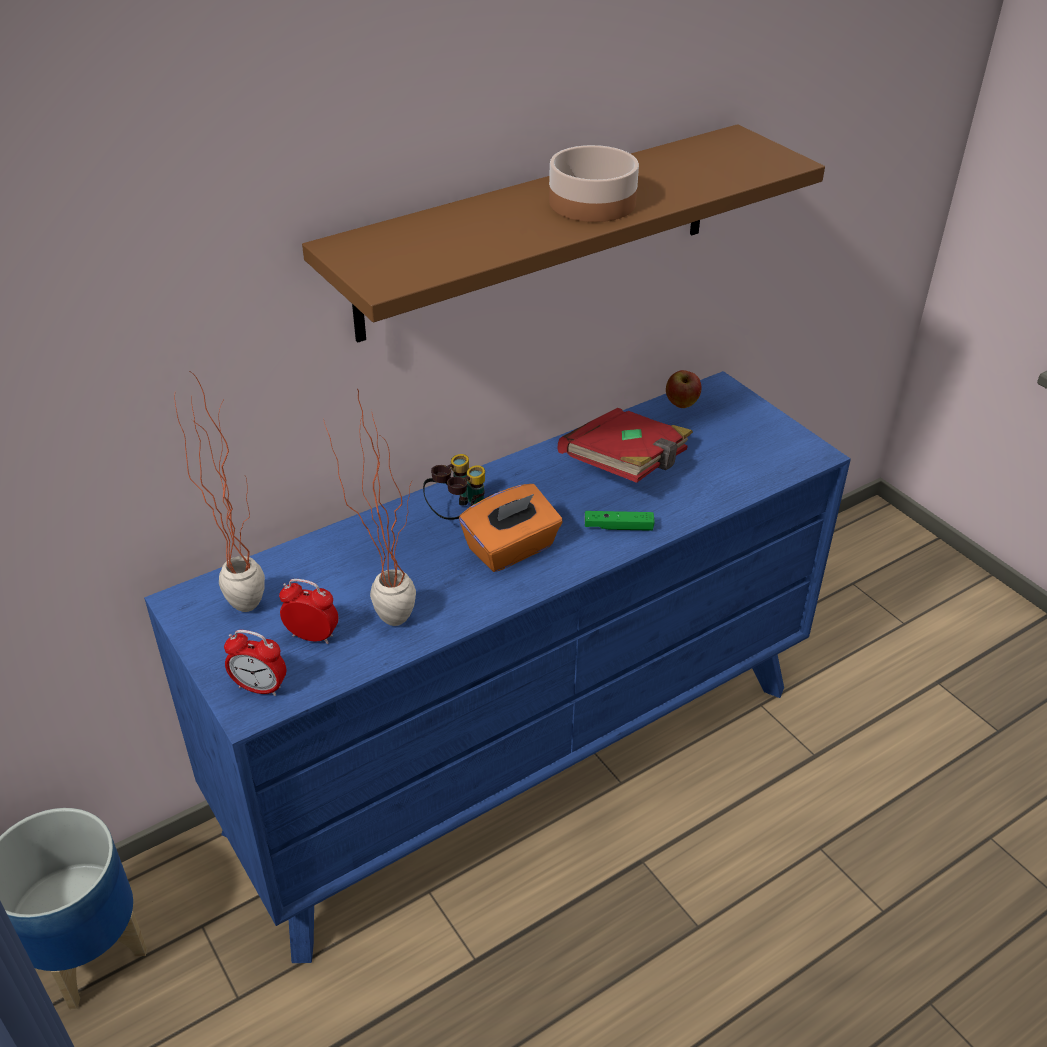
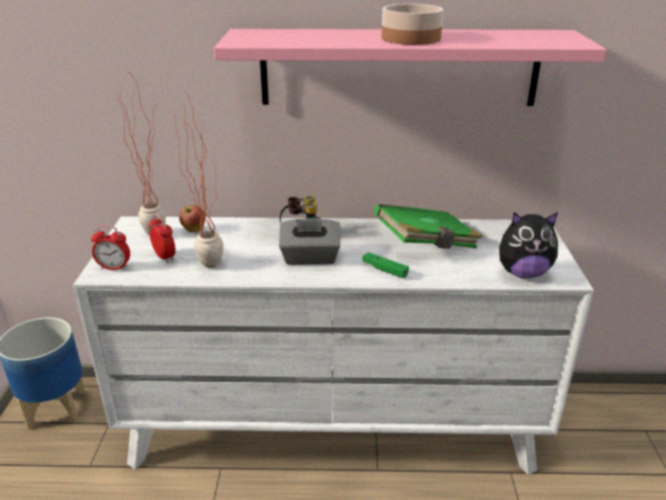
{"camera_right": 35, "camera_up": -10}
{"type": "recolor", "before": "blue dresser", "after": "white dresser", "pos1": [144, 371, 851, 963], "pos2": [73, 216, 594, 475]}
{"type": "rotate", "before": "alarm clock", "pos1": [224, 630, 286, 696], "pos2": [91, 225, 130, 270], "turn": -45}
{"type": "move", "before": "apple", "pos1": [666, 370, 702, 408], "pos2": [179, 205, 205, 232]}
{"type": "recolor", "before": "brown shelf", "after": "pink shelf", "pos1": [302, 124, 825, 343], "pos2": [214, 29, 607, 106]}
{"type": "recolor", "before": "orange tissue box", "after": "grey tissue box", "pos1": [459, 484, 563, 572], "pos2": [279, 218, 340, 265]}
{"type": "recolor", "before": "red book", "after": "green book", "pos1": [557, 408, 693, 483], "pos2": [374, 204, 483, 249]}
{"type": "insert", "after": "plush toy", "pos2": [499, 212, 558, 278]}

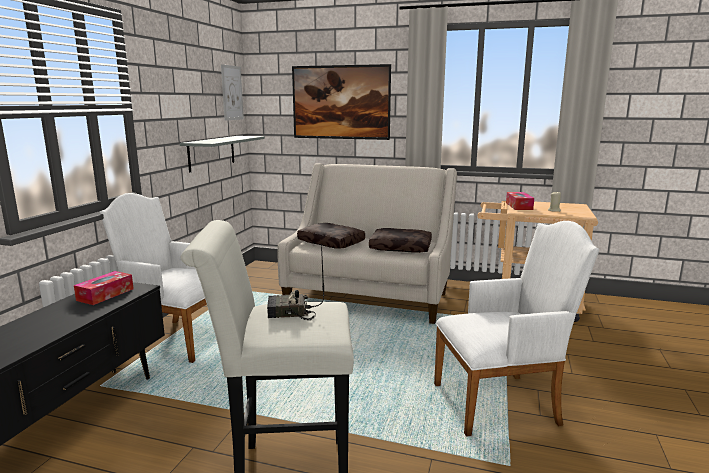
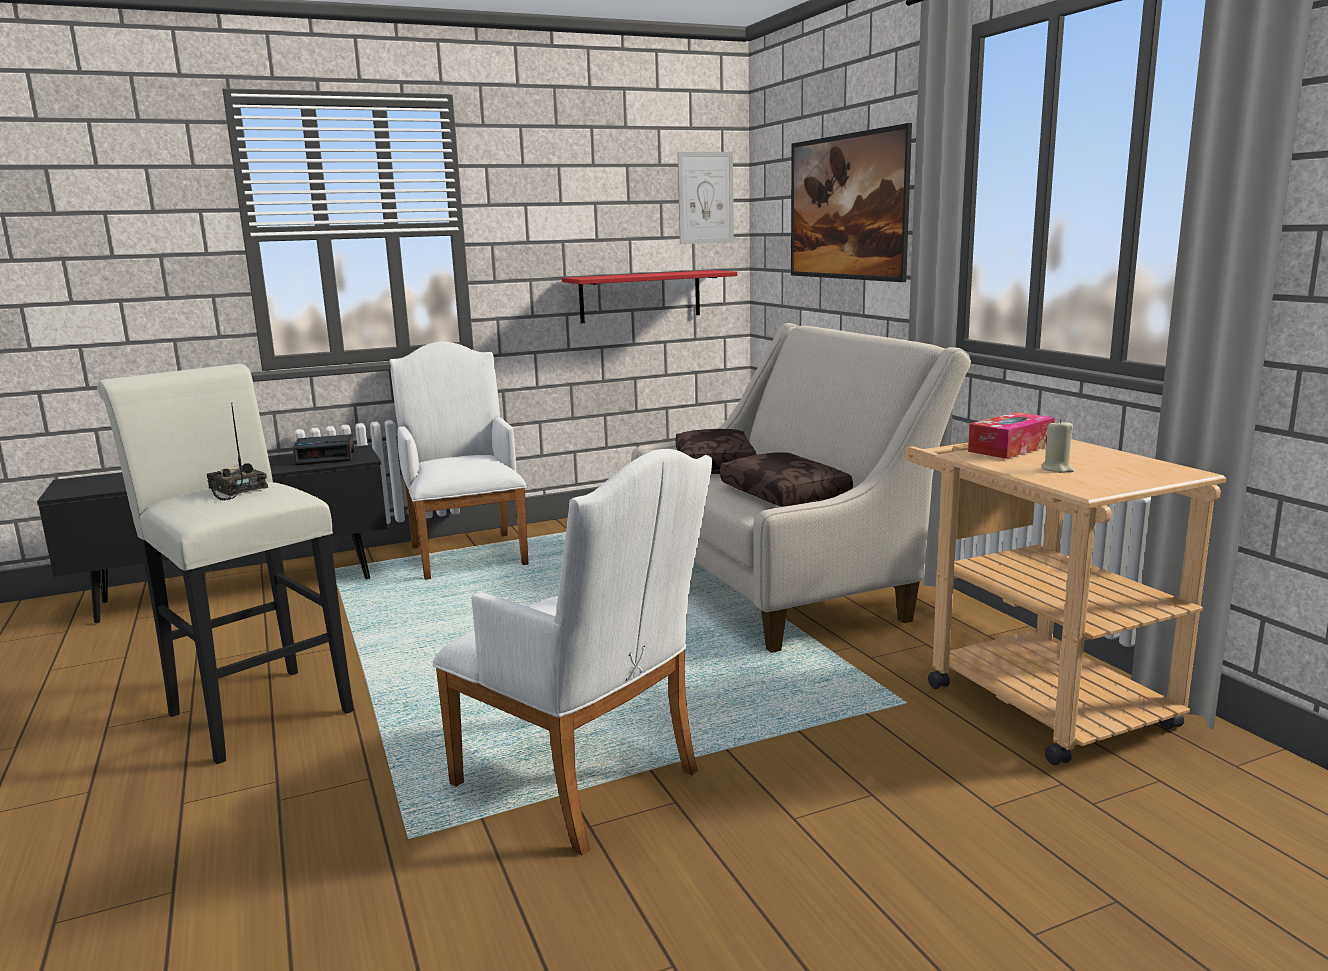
{"camera_right": 50, "camera_up": 0}
{"type": "replace", "before": "tissue box", "after": "alarm clock", "pos1": [74, 271, 134, 305], "pos2": [293, 434, 354, 465]}
{"type": "recolor", "before": "grey shelf", "after": "red shelf", "pos1": [180, 136, 265, 172], "pos2": [562, 270, 737, 323]}

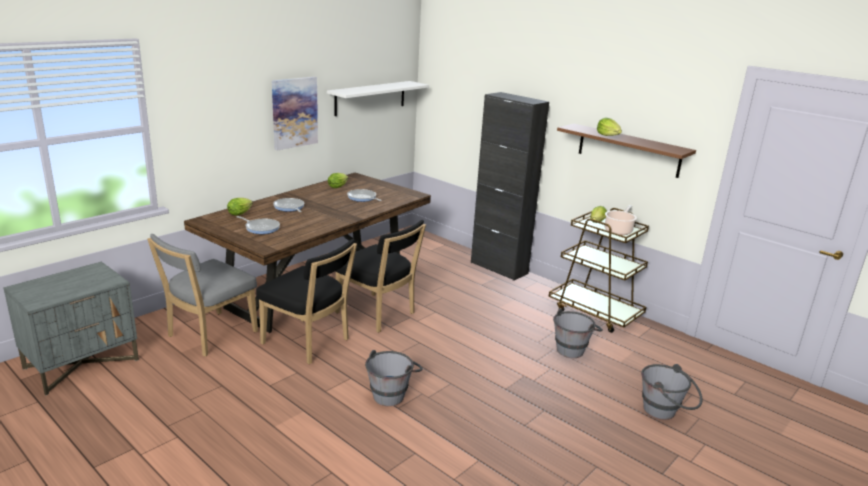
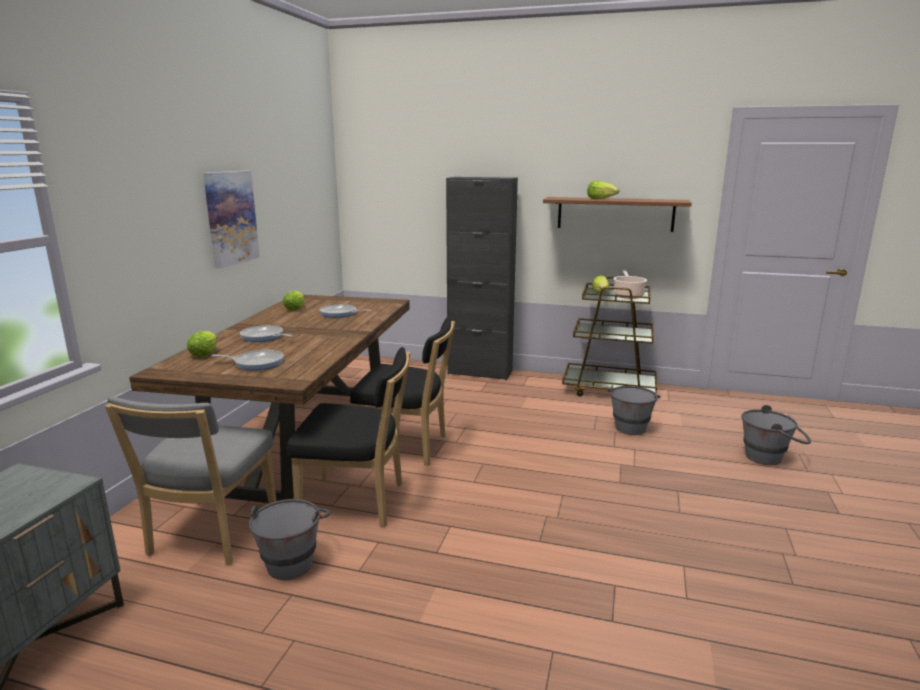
{"camera_right": -25, "camera_up": -5}
{"type": "move", "before": "grey bucket", "pos1": [365, 350, 422, 406], "pos2": [249, 499, 330, 580]}
{"type": "delete", "before": "white shelf", "pos1": [327, 81, 429, 116]}

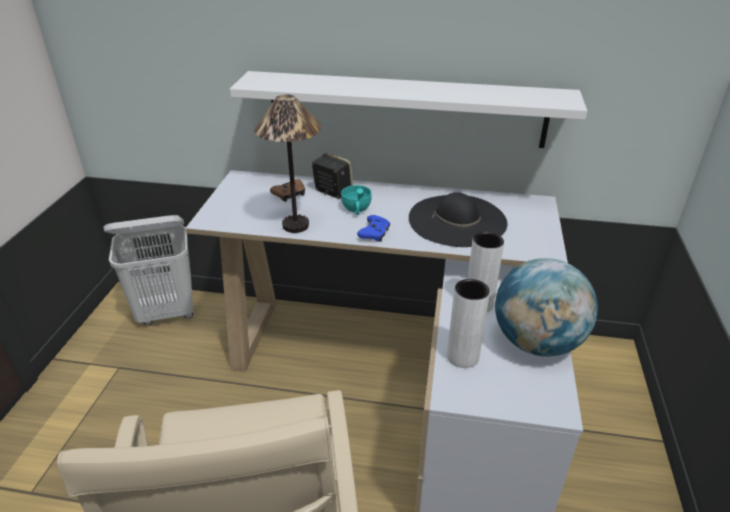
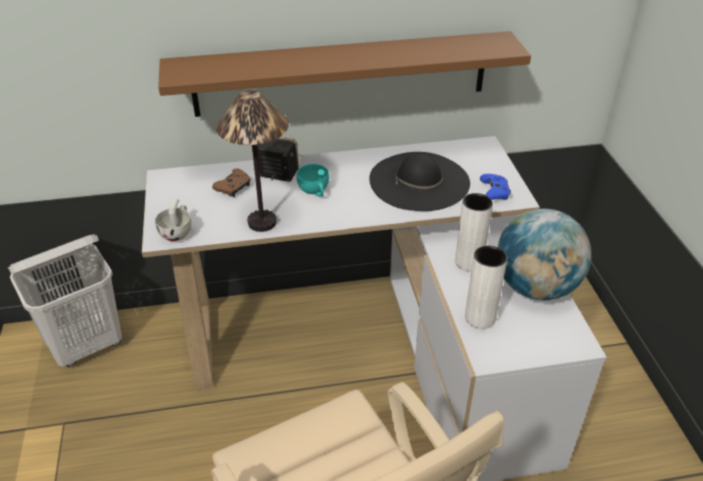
{"camera_right": -20, "camera_up": 5}
{"type": "insert", "after": "white cup", "pos2": [155, 198, 192, 241]}
{"type": "recolor", "before": "white shelf", "after": "brown shelf", "pos1": [230, 71, 587, 148], "pos2": [158, 31, 531, 117]}
{"type": "move", "before": "blue game controller", "pos1": [357, 215, 390, 242], "pos2": [480, 174, 511, 200]}

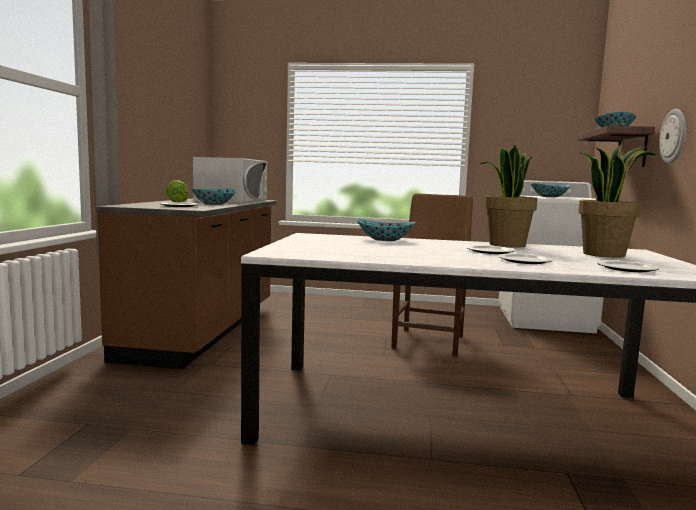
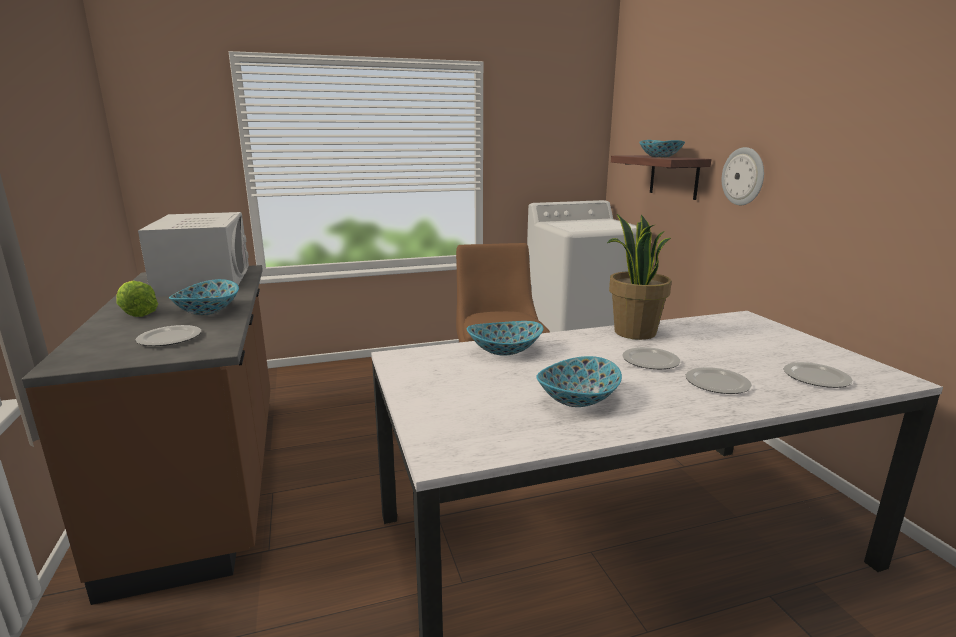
{"camera_right": -25, "camera_up": 10}
{"type": "move", "before": "bowl", "pos1": [531, 183, 571, 197], "pos2": [536, 356, 622, 407]}
{"type": "delete", "before": "potted plant", "pos1": [578, 143, 656, 258]}

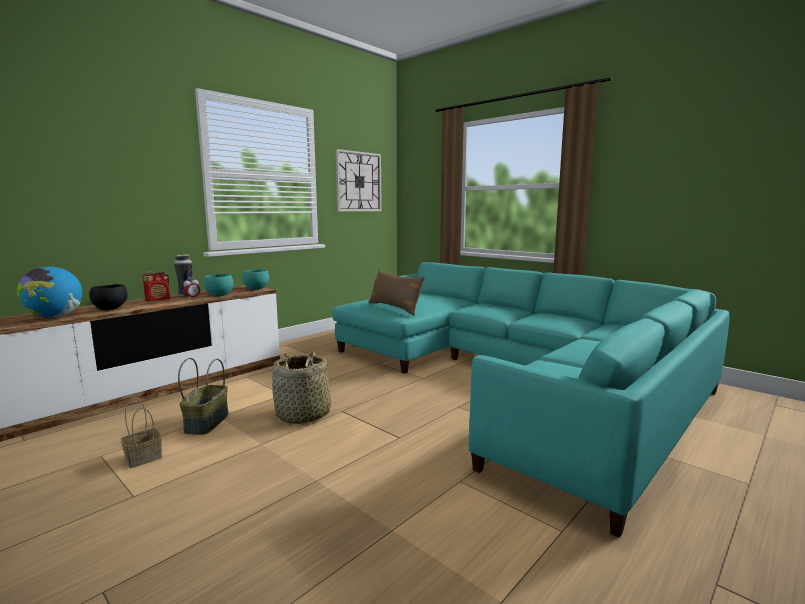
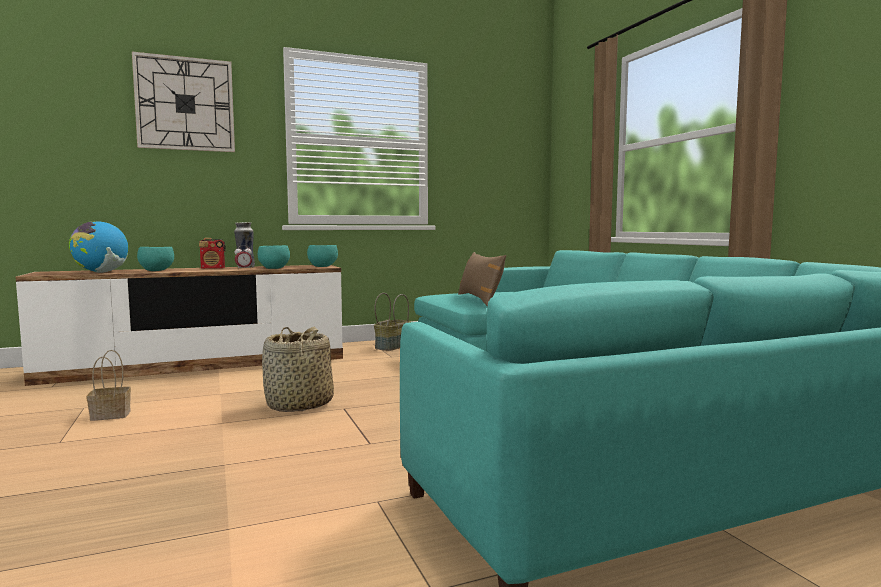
{"camera_right": 25, "camera_up": -5}
{"type": "move", "before": "wall clock", "pos1": [335, 149, 382, 211], "pos2": [132, 52, 235, 152]}
{"type": "recolor", "before": "black bowl", "after": "turquoise bowl", "pos1": [89, 284, 128, 310], "pos2": [137, 247, 174, 271]}
{"type": "move", "before": "basket", "pos1": [178, 358, 229, 435], "pos2": [374, 293, 411, 351]}

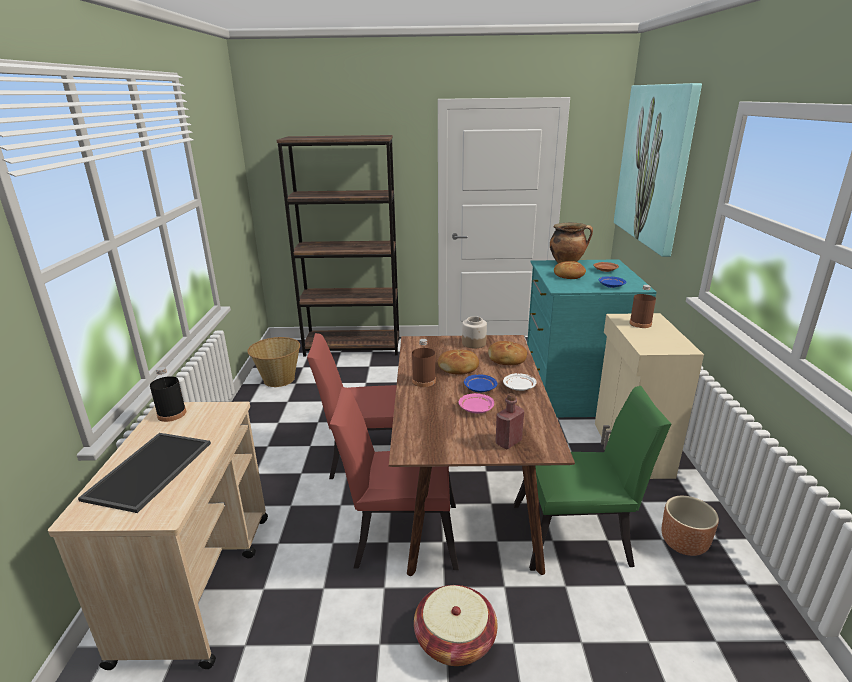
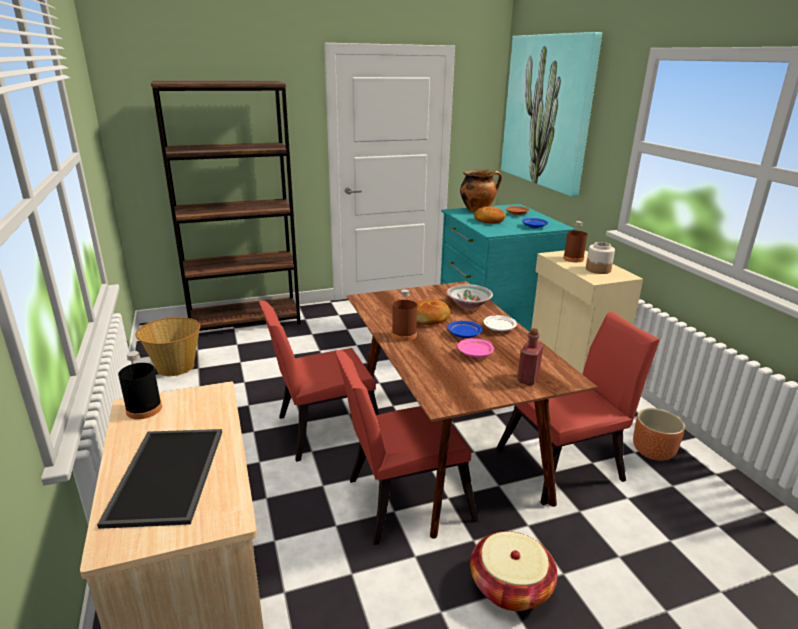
{"camera_right": -20, "camera_up": 0}
{"type": "replace", "before": "bread", "after": "bowl", "pos1": [488, 341, 527, 365], "pos2": [447, 284, 493, 309]}
{"type": "recolor", "before": "green chair", "after": "red chair", "pos1": [513, 386, 671, 571], "pos2": [496, 311, 660, 505]}
{"type": "move", "before": "jar", "pos1": [462, 316, 487, 349], "pos2": [586, 242, 615, 274]}

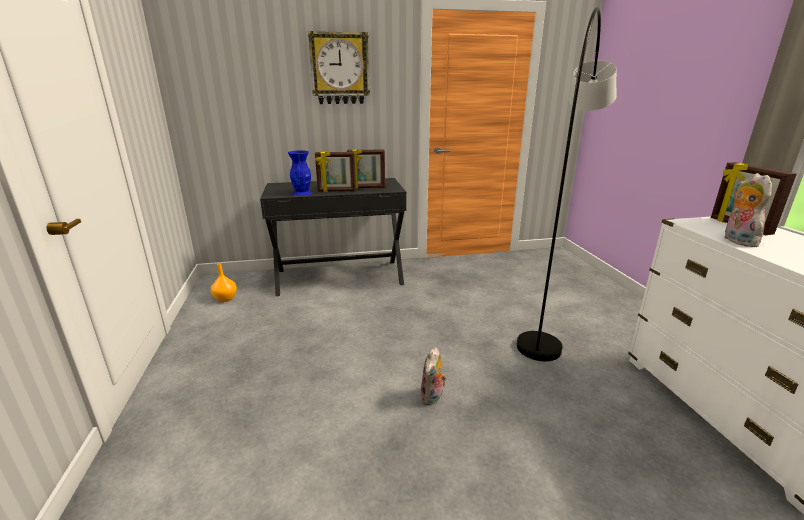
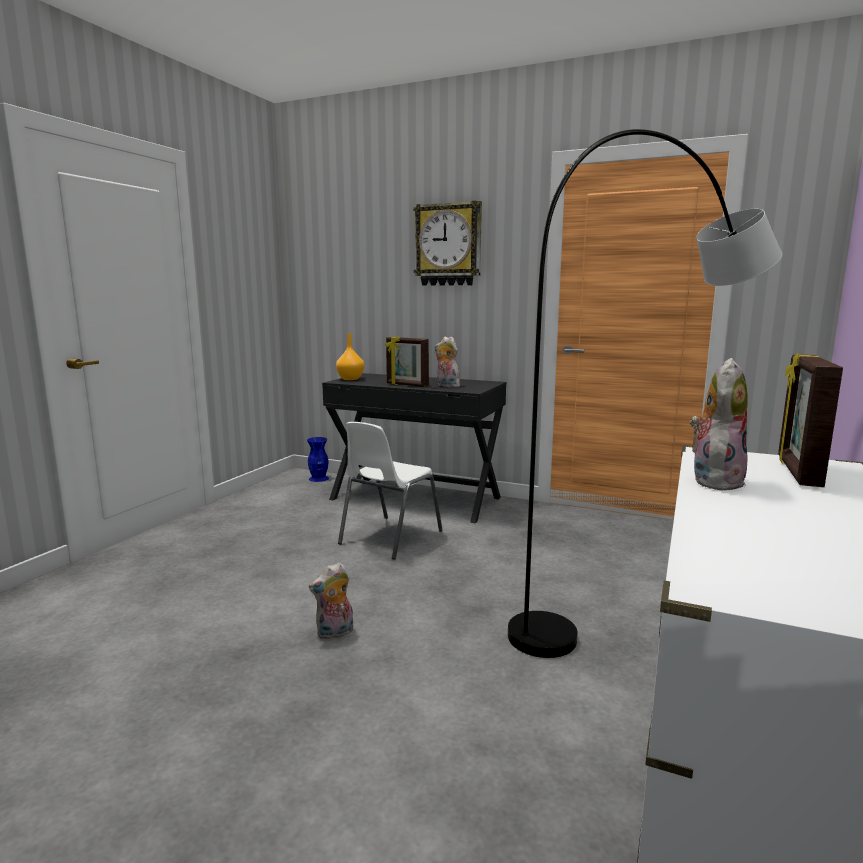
{"camera_right": 35, "camera_up": -10}
{"type": "move", "before": "blue vase", "pos1": [288, 150, 312, 196], "pos2": [307, 437, 329, 482]}
{"type": "move", "before": "orange vase", "pos1": [211, 263, 237, 302], "pos2": [336, 333, 364, 380]}
{"type": "insert", "after": "white chair", "pos2": [338, 422, 443, 560]}
{"type": "replace", "before": "picture frame", "after": "plush toy", "pos1": [347, 149, 385, 189], "pos2": [435, 336, 460, 387]}

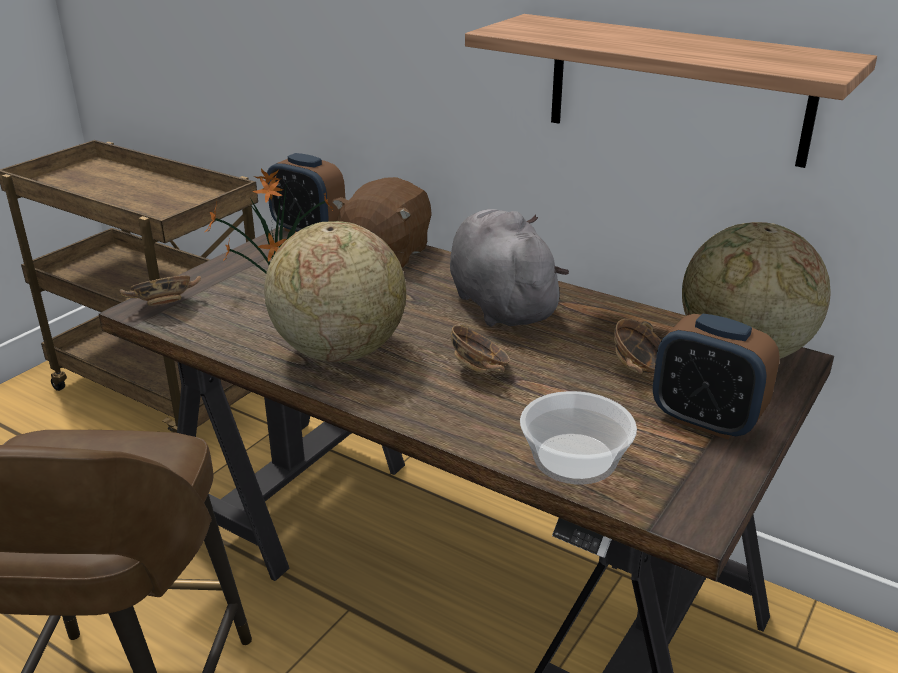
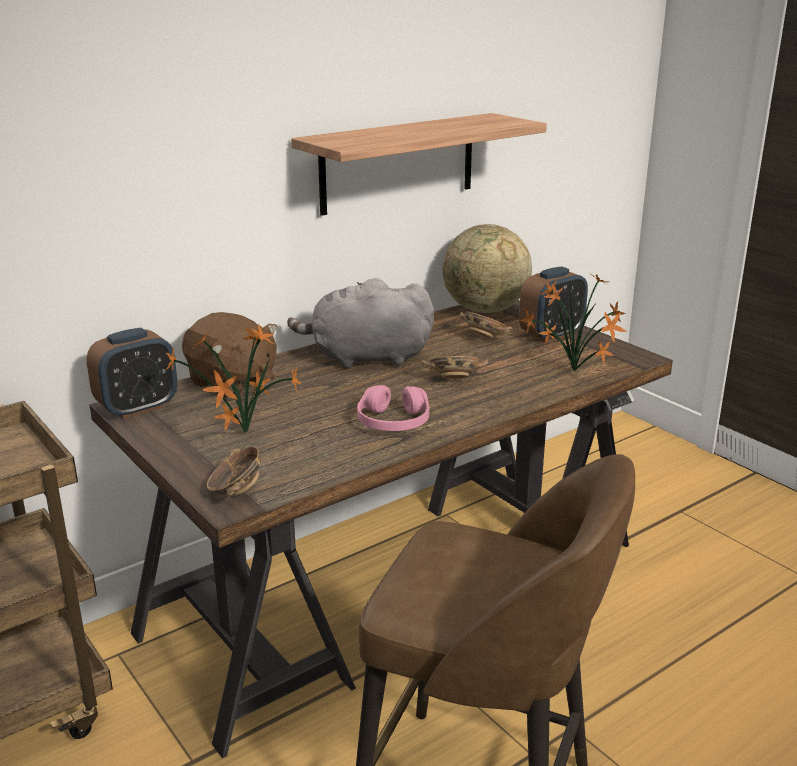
{"camera_right": -70, "camera_up": -5}
{"type": "replace", "before": "globe", "after": "pink headphones", "pos1": [264, 221, 406, 362], "pos2": [357, 385, 429, 431]}
{"type": "replace", "before": "bowl", "after": "potted plant", "pos1": [520, 391, 637, 485], "pos2": [520, 274, 627, 371]}

